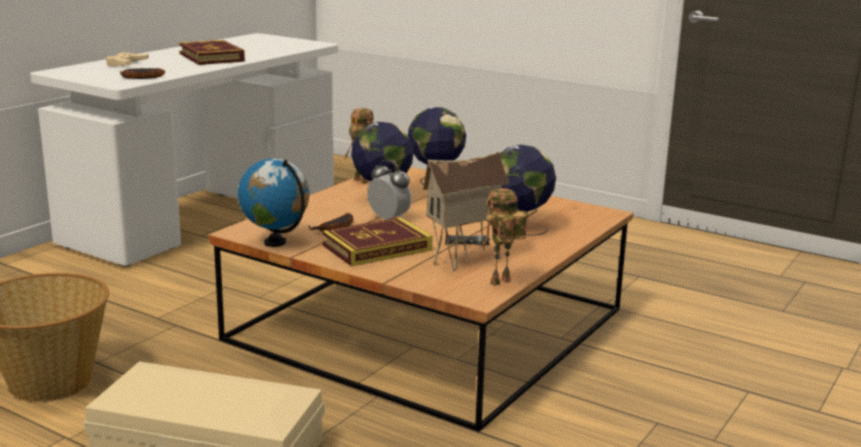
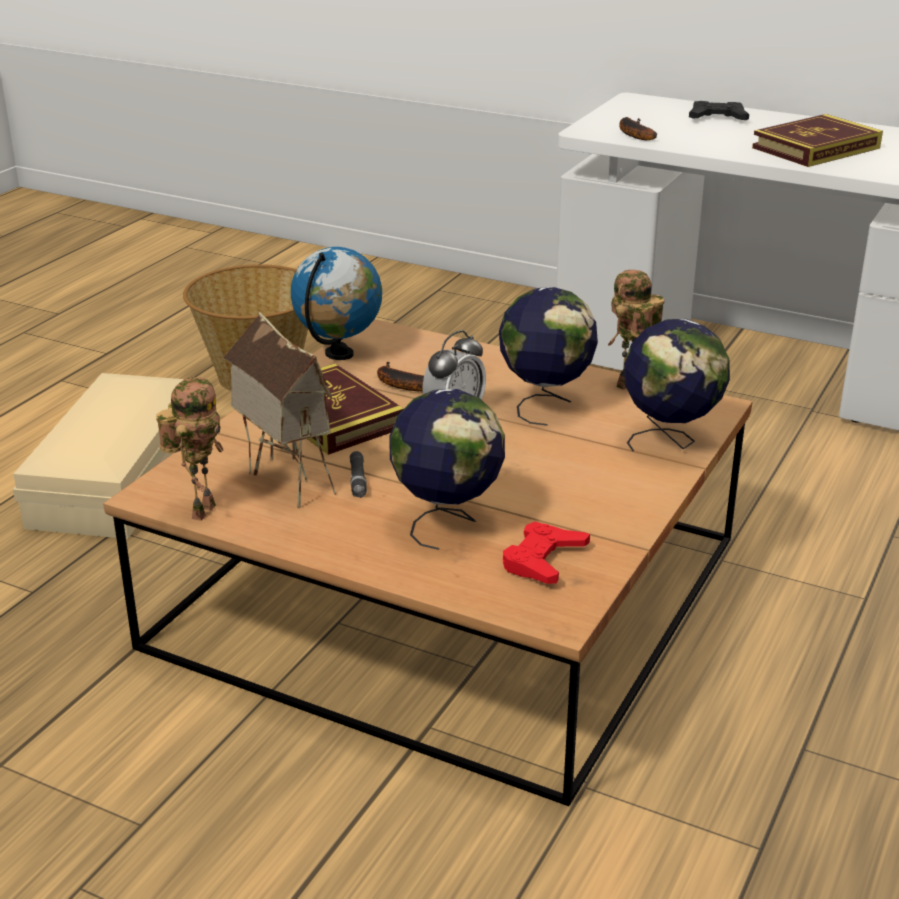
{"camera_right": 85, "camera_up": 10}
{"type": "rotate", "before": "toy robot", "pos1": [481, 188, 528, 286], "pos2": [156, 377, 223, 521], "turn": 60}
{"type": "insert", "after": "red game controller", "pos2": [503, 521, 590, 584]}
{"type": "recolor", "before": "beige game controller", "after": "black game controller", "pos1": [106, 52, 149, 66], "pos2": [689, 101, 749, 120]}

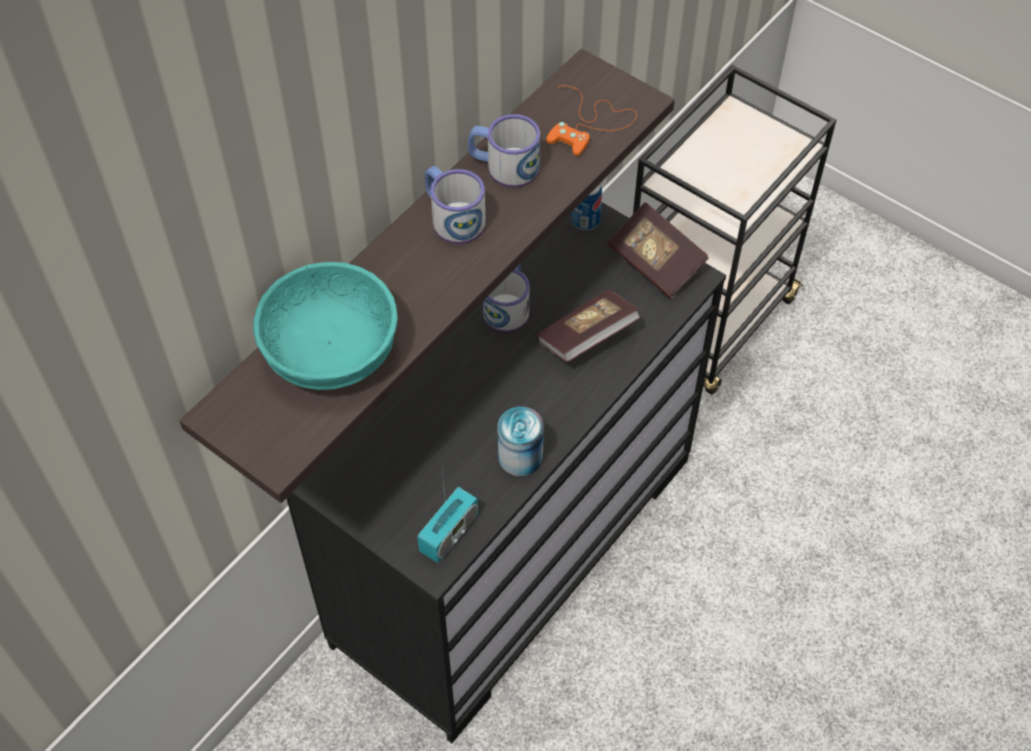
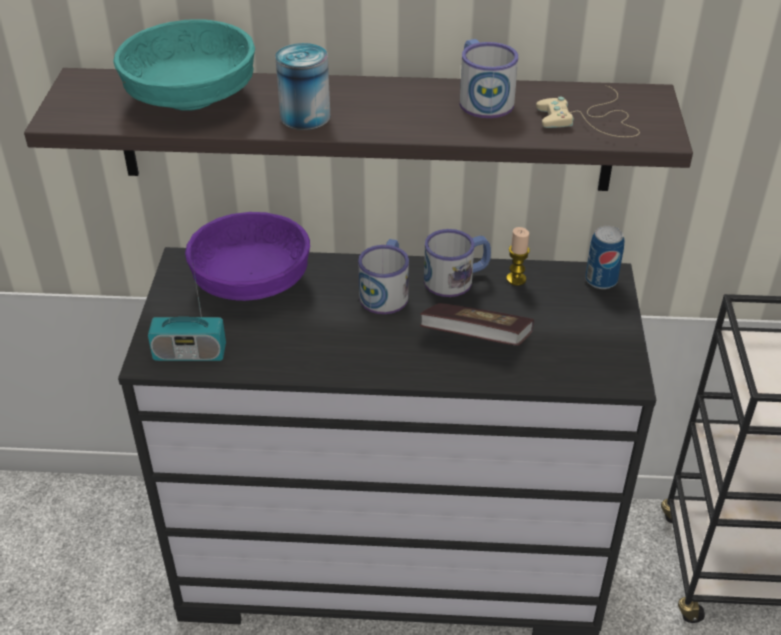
{"camera_right": 55, "camera_up": -15}
{"type": "insert", "after": "purple bowl", "pos2": [185, 212, 310, 301]}
{"type": "move", "before": "can", "pos1": [498, 407, 544, 476], "pos2": [275, 43, 330, 130]}
{"type": "move", "before": "mug", "pos1": [425, 166, 486, 244], "pos2": [358, 239, 409, 314]}
{"type": "insert", "after": "candle", "pos2": [506, 227, 530, 286]}
{"type": "recolor", "before": "orange game controller", "after": "beige game controller", "pos1": [546, 86, 637, 156], "pos2": [536, 85, 640, 137]}
{"type": "delete", "before": "book", "pos1": [608, 202, 709, 299]}

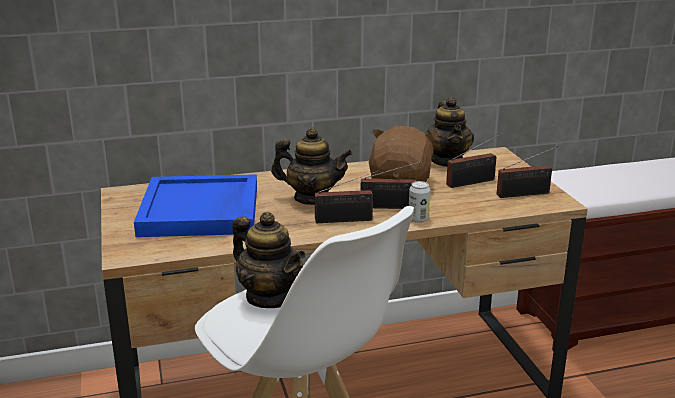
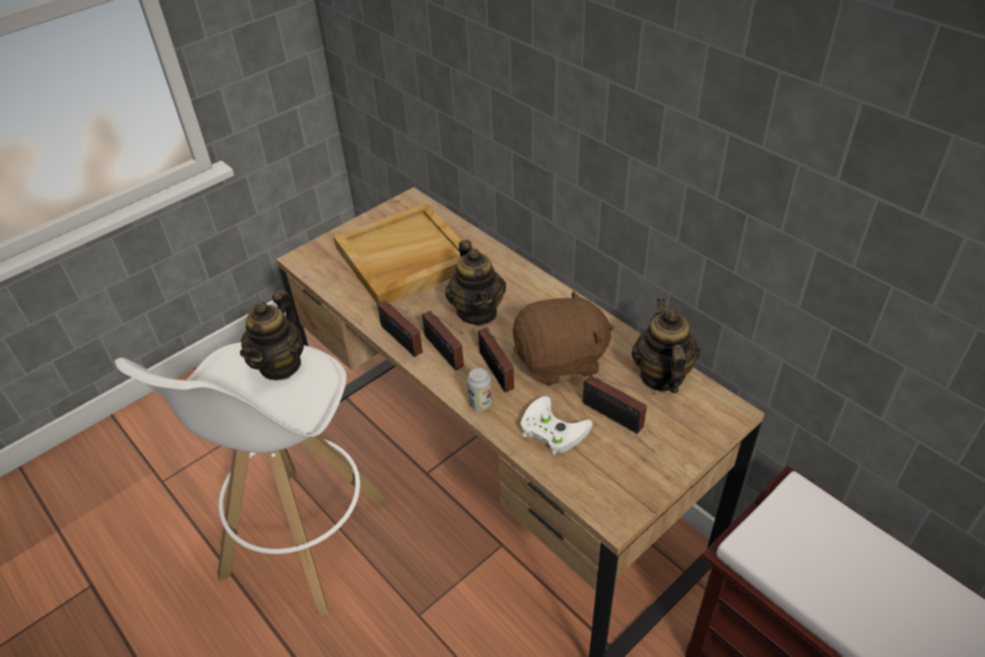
{"camera_right": 65, "camera_up": 20}
{"type": "recolor", "before": "blue tray", "after": "beige tray", "pos1": [134, 174, 257, 237], "pos2": [334, 203, 462, 305]}
{"type": "move", "before": "radio", "pos1": [497, 146, 558, 198], "pos2": [377, 300, 423, 357]}
{"type": "insert", "after": "white game controller", "pos2": [520, 396, 593, 455]}
{"type": "rotate", "before": "teapot", "pos1": [425, 97, 474, 167], "pos2": [632, 298, 700, 393], "turn": 120}

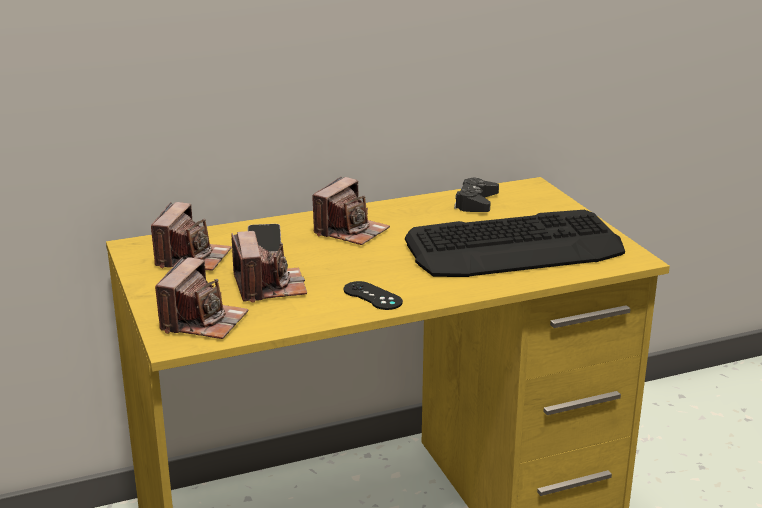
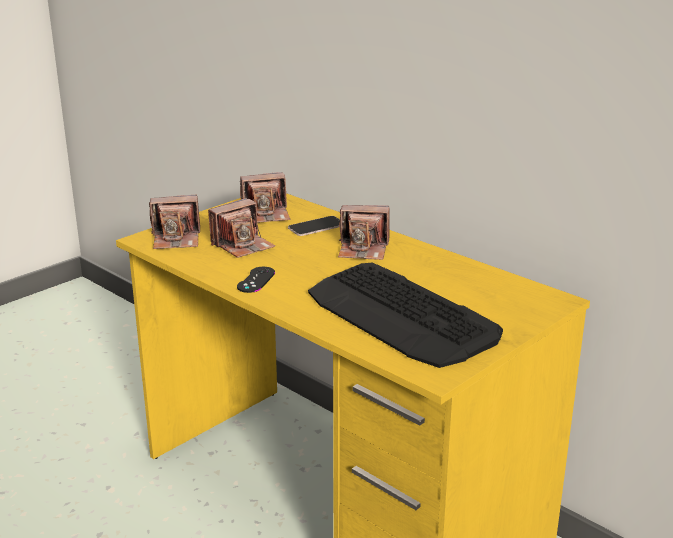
{"camera_right": 65, "camera_up": 0}
{"type": "delete", "before": "black game controller", "pos1": [454, 178, 499, 212]}

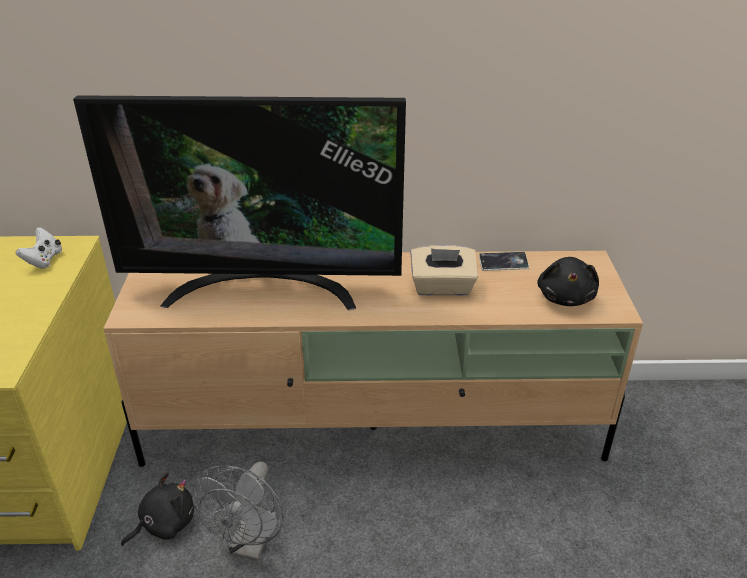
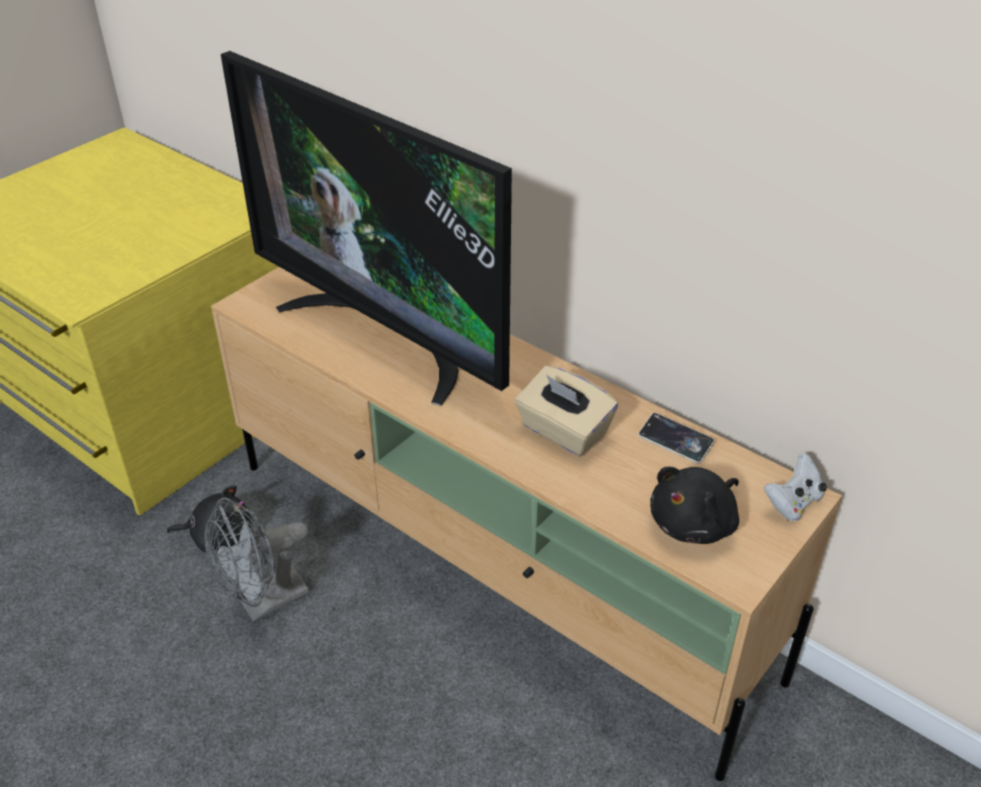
{"camera_right": 40, "camera_up": 5}
{"type": "move", "before": "white game controller", "pos1": [16, 227, 62, 269], "pos2": [764, 453, 827, 521]}

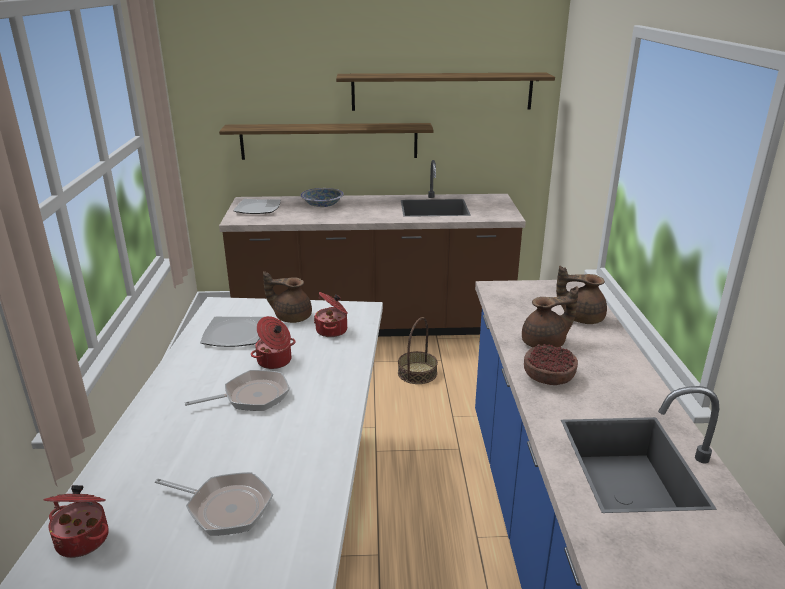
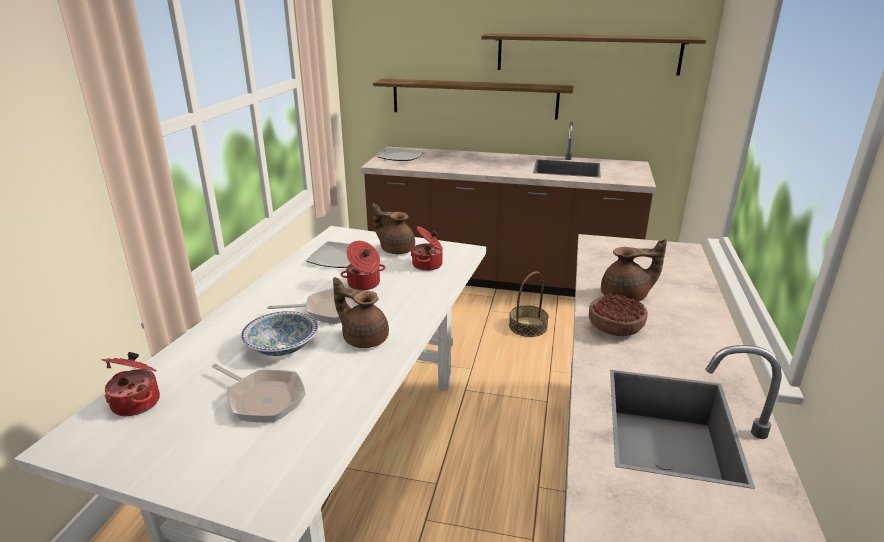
{"camera_right": 15, "camera_up": 0}
{"type": "move", "before": "bowl", "pos1": [301, 188, 344, 207], "pos2": [241, 311, 318, 356]}
{"type": "move", "before": "brown teapot", "pos1": [556, 266, 607, 324], "pos2": [333, 277, 389, 348]}

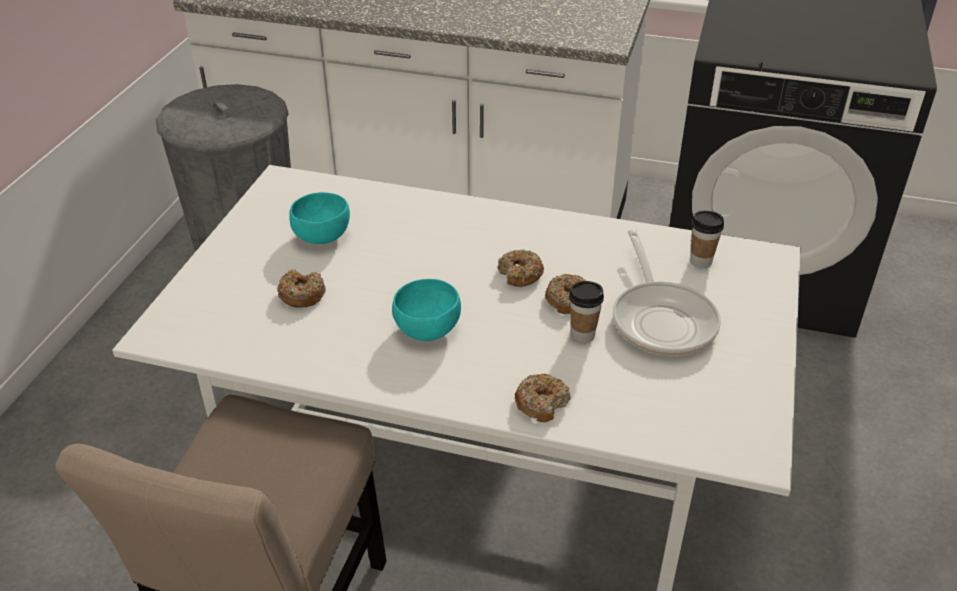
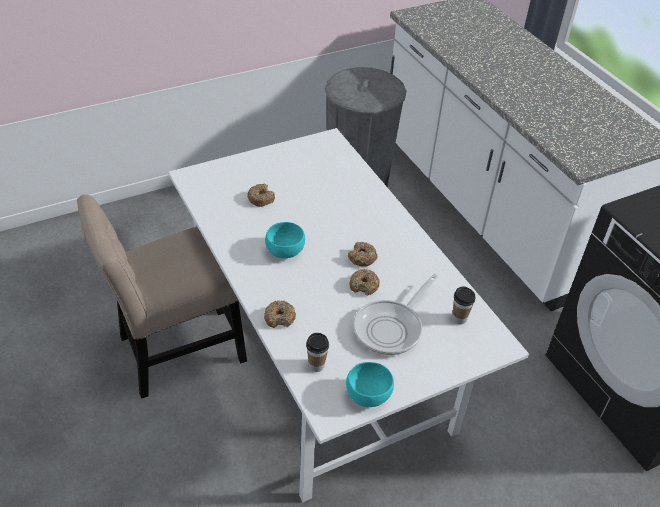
{"camera_right": 45, "camera_up": 5}
{"type": "move", "before": "cup", "pos1": [569, 281, 604, 343], "pos2": [306, 333, 329, 372]}
{"type": "move", "before": "turquoise bowl", "pos1": [289, 192, 350, 244], "pos2": [346, 362, 394, 407]}

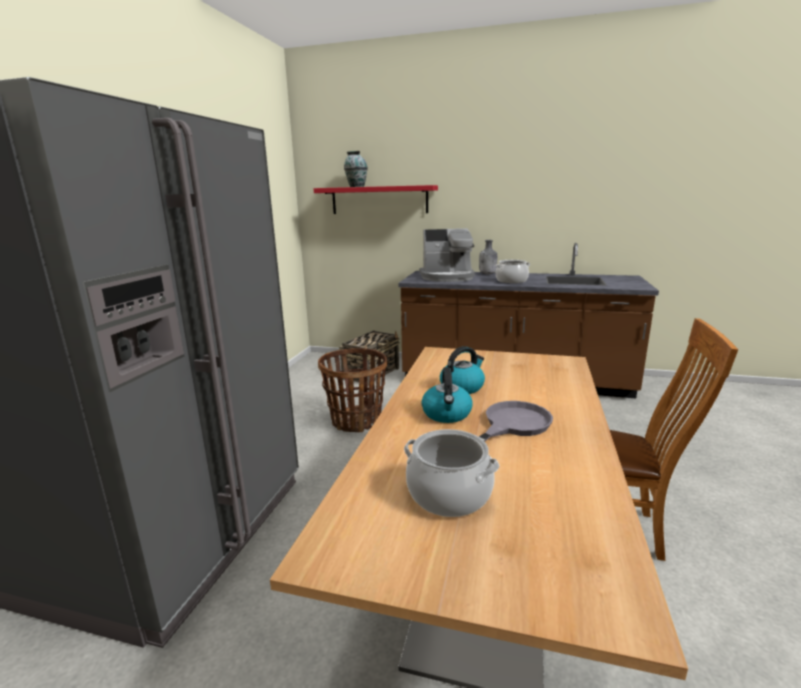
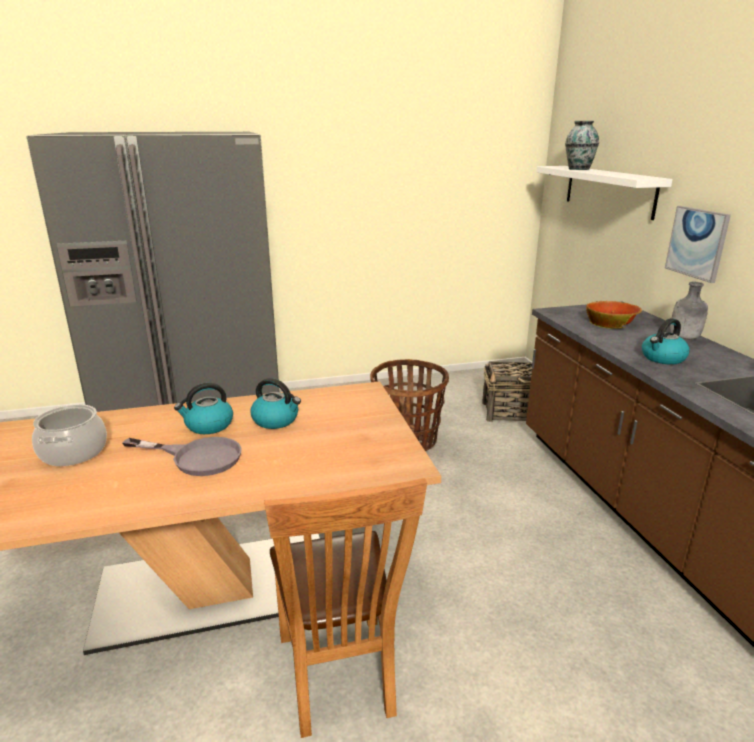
{"camera_right": 60, "camera_up": 5}
{"type": "recolor", "before": "red shelf", "after": "white shelf", "pos1": [314, 185, 438, 214], "pos2": [536, 166, 673, 220]}
{"type": "replace", "before": "coffee machine", "after": "bowl", "pos1": [419, 228, 475, 282], "pos2": [586, 301, 642, 329]}
{"type": "replace", "before": "cooking pot", "after": "kettle", "pos1": [495, 260, 530, 284], "pos2": [642, 318, 690, 365]}
{"type": "insert", "after": "picture", "pos2": [665, 206, 731, 283]}

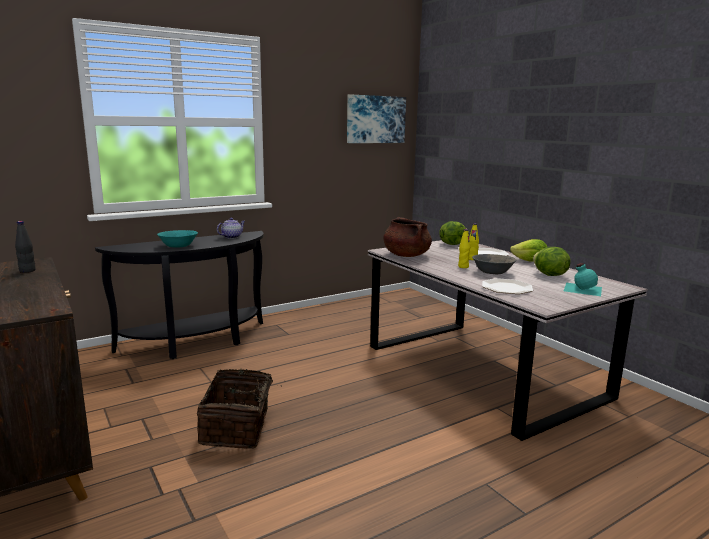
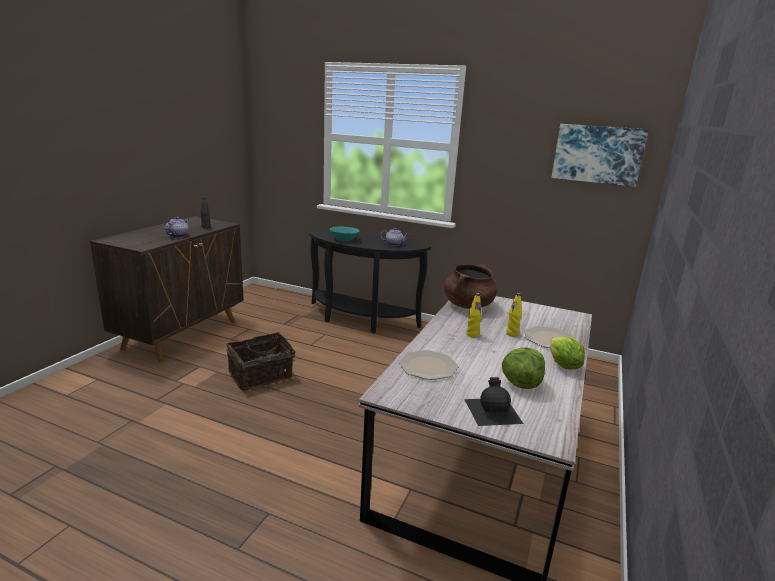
{"camera_right": 55, "camera_up": 5}
{"type": "insert", "after": "teapot", "pos2": [165, 217, 189, 238]}
{"type": "recolor", "before": "turquoise bottle", "after": "black bottle", "pos1": [564, 263, 602, 296], "pos2": [464, 377, 523, 426]}
{"type": "delete", "before": "lettuce", "pos1": [439, 221, 469, 245]}
{"type": "delete", "before": "grey bowl", "pos1": [472, 254, 516, 274]}

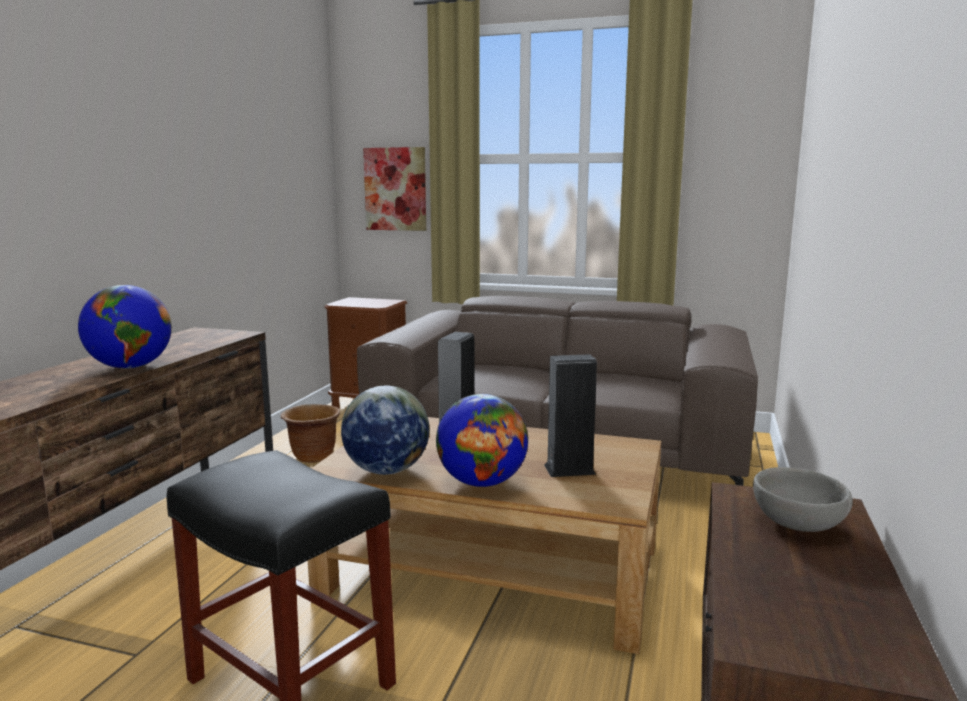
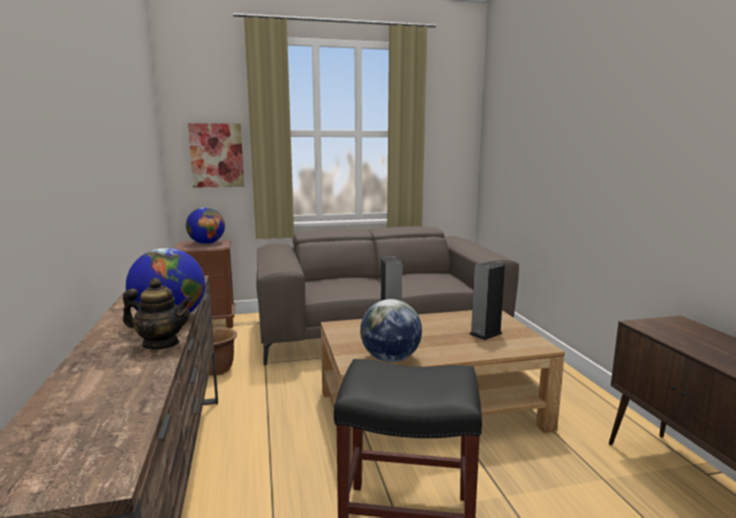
{"camera_right": -30, "camera_up": 0}
{"type": "insert", "after": "teapot", "pos2": [123, 278, 193, 349]}
{"type": "move", "before": "globe", "pos1": [436, 394, 528, 487], "pos2": [186, 207, 225, 244]}
{"type": "delete", "before": "grey bowl", "pos1": [753, 467, 853, 532]}

